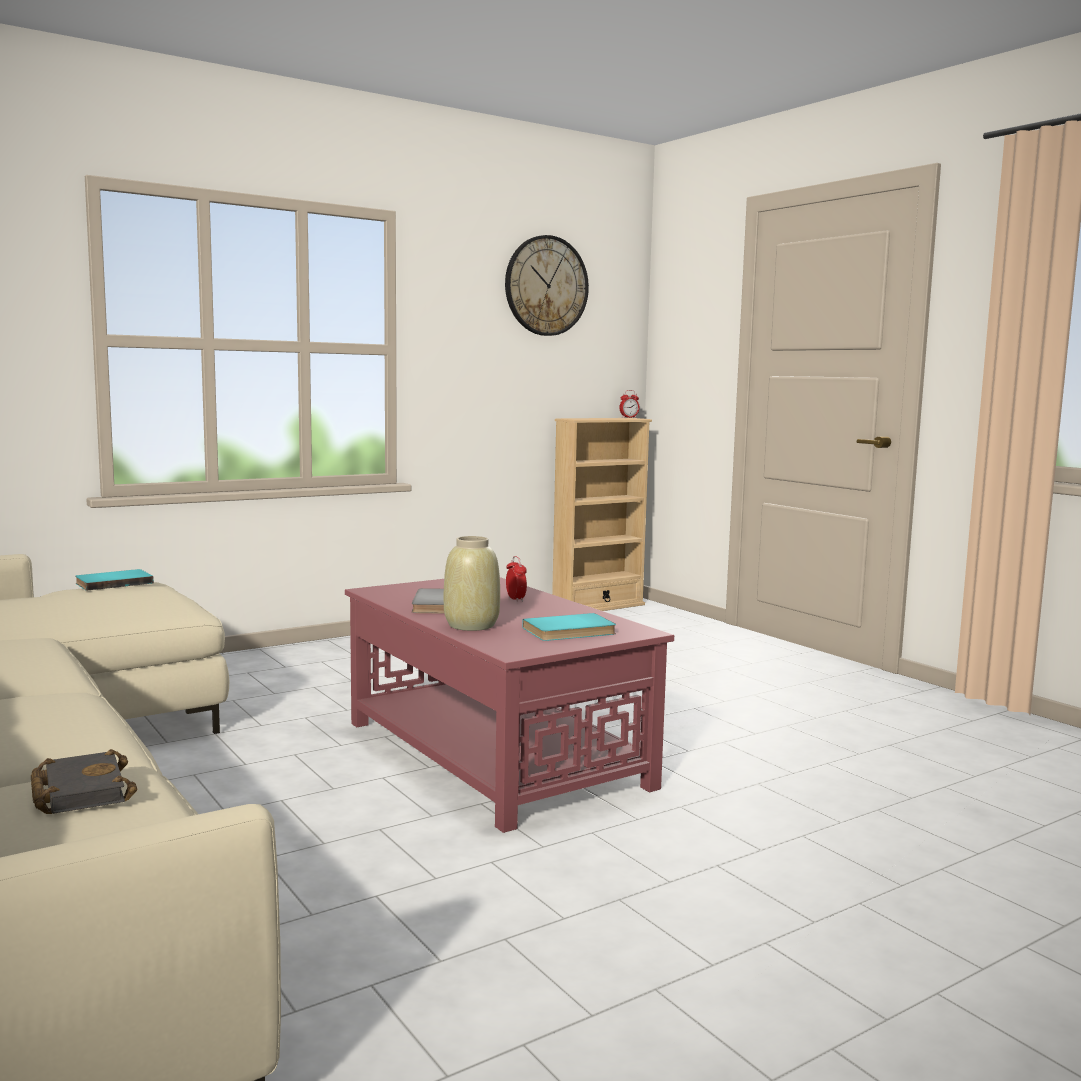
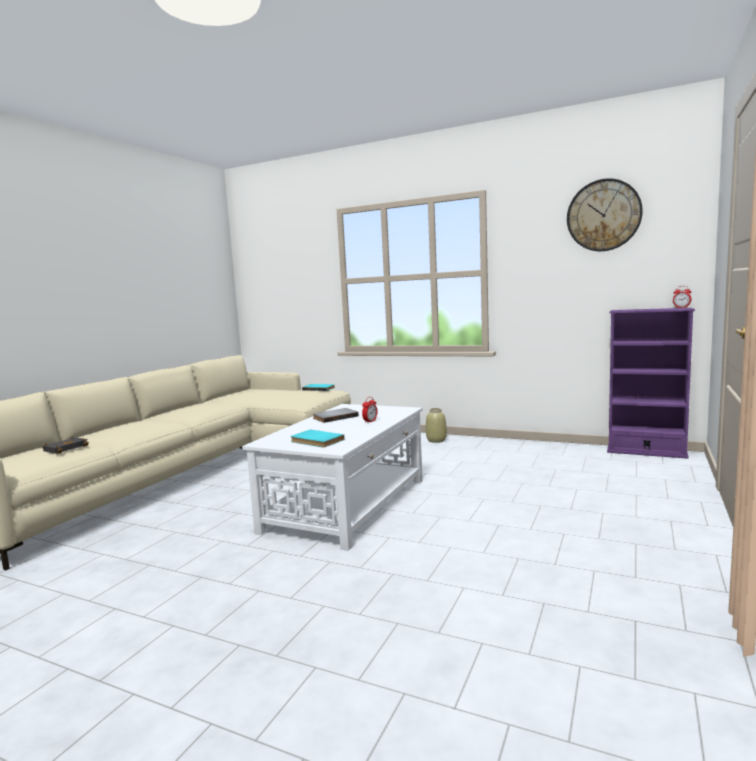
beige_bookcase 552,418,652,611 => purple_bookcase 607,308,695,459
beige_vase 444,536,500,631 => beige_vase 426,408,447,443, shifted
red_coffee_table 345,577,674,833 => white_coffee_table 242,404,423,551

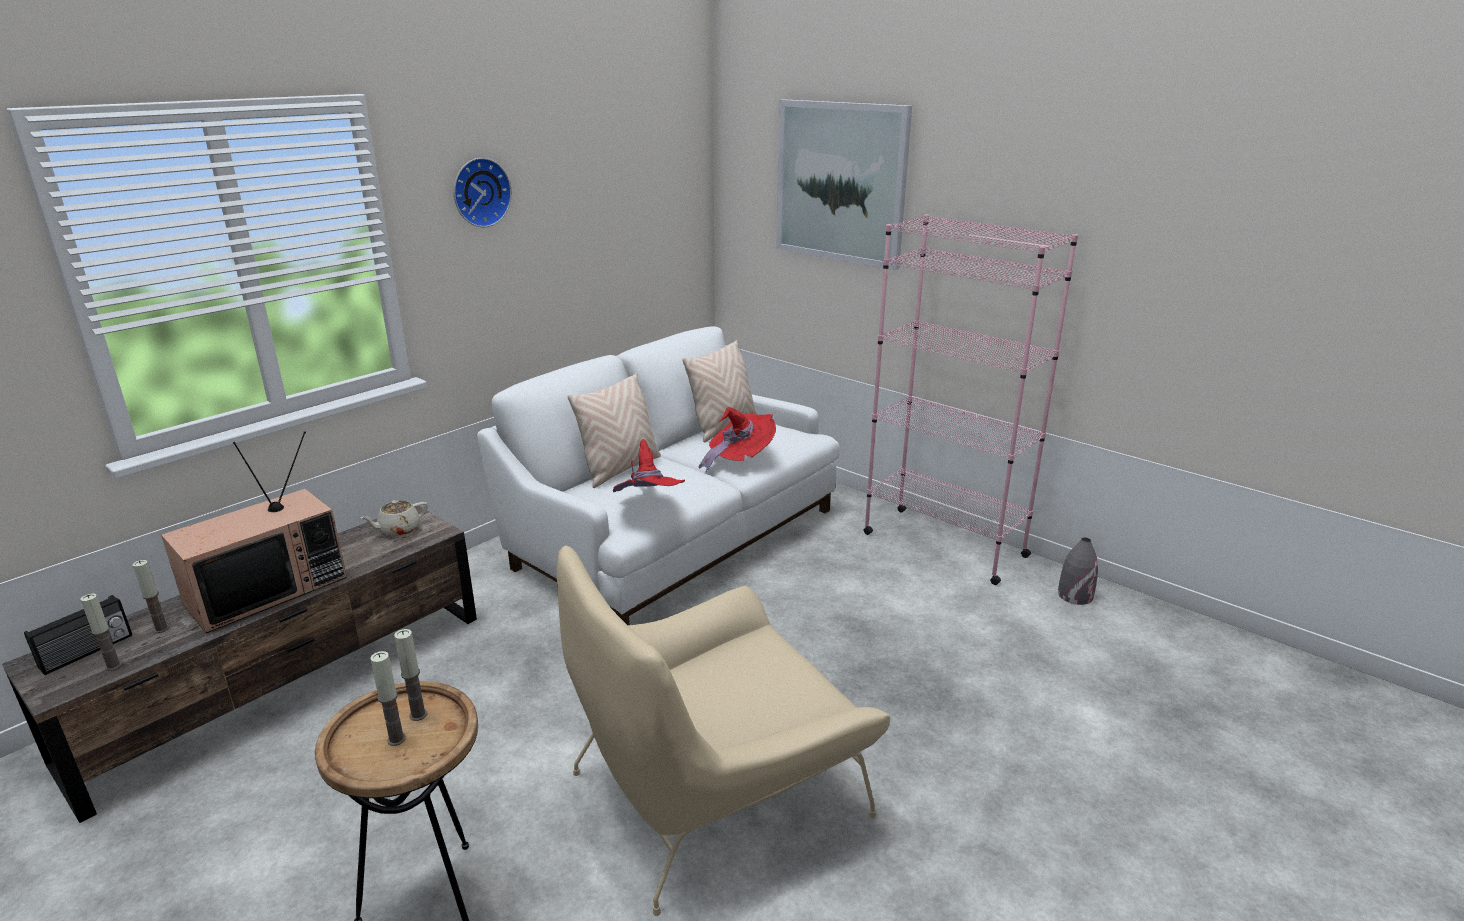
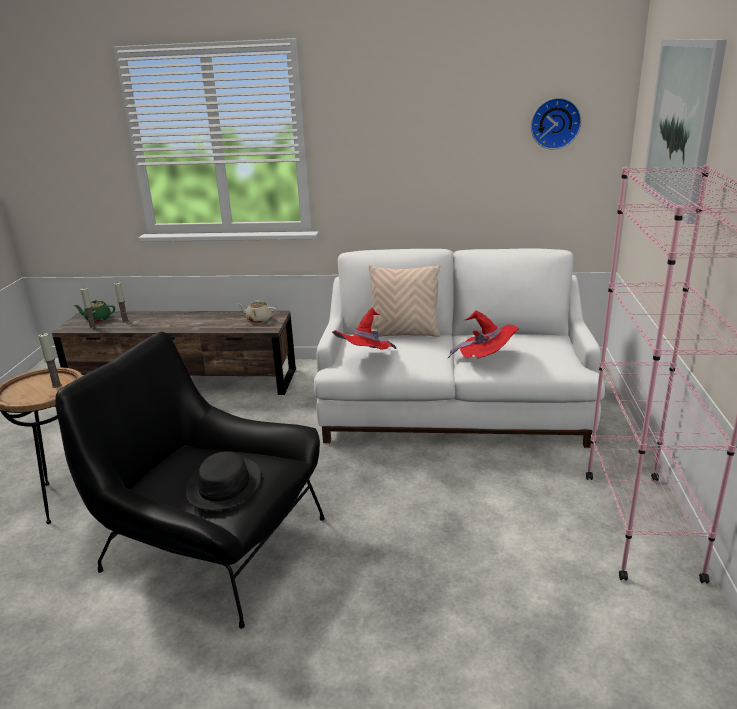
wall_clock 454,158,512,227 => wall_clock 531,98,581,150, shifted
beige_pillow 682,340,757,442 => nothing
television 161,431,347,633 => nothing
grey_vase 1058,538,1098,605 => nothing
beige_armchair 557,545,890,916 => black_armchair 55,332,325,629
radio 24,595,132,675 => green_teapot 74,300,115,322
candle 370,651,406,746 => nothing
nothing => black_hat 186,451,261,511

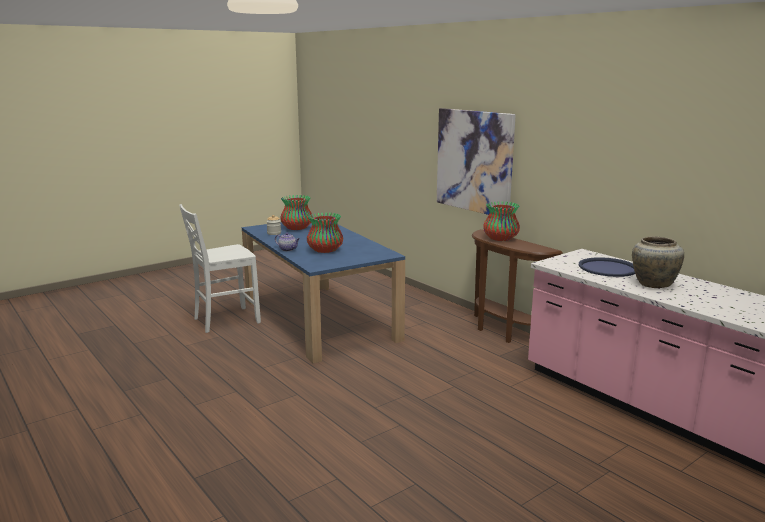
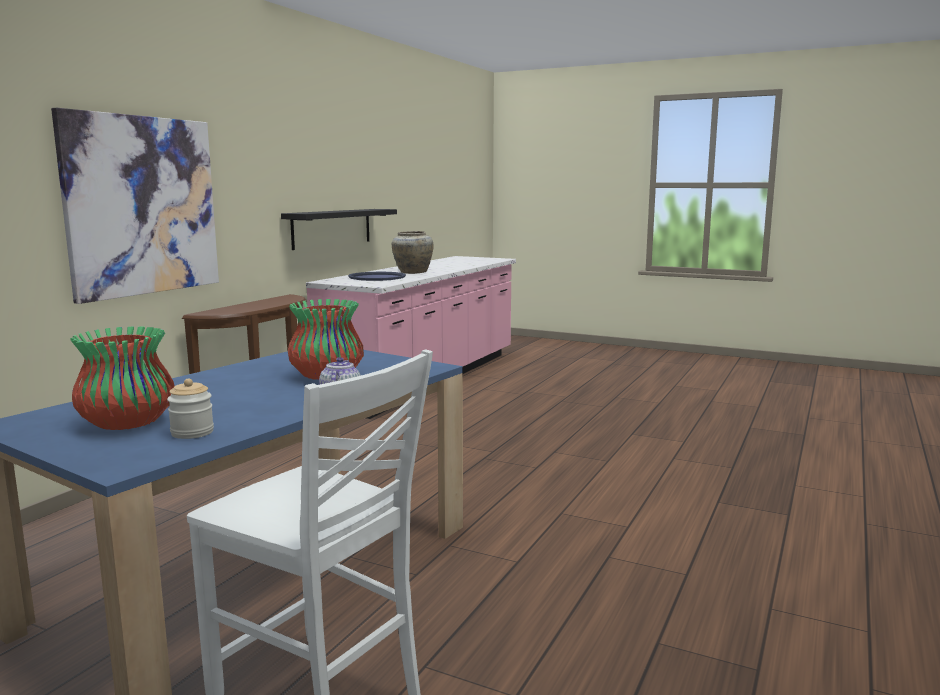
vase 483,201,520,241 => nothing
nothing => black_shelf 281,209,397,250

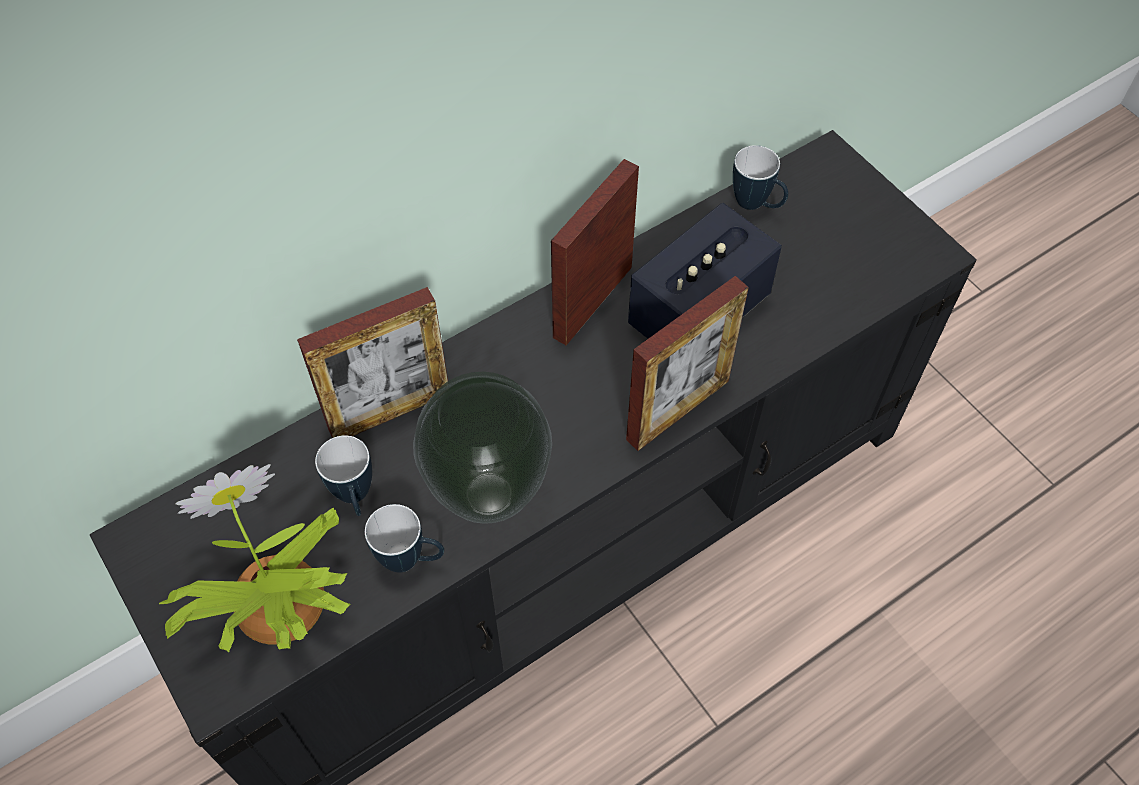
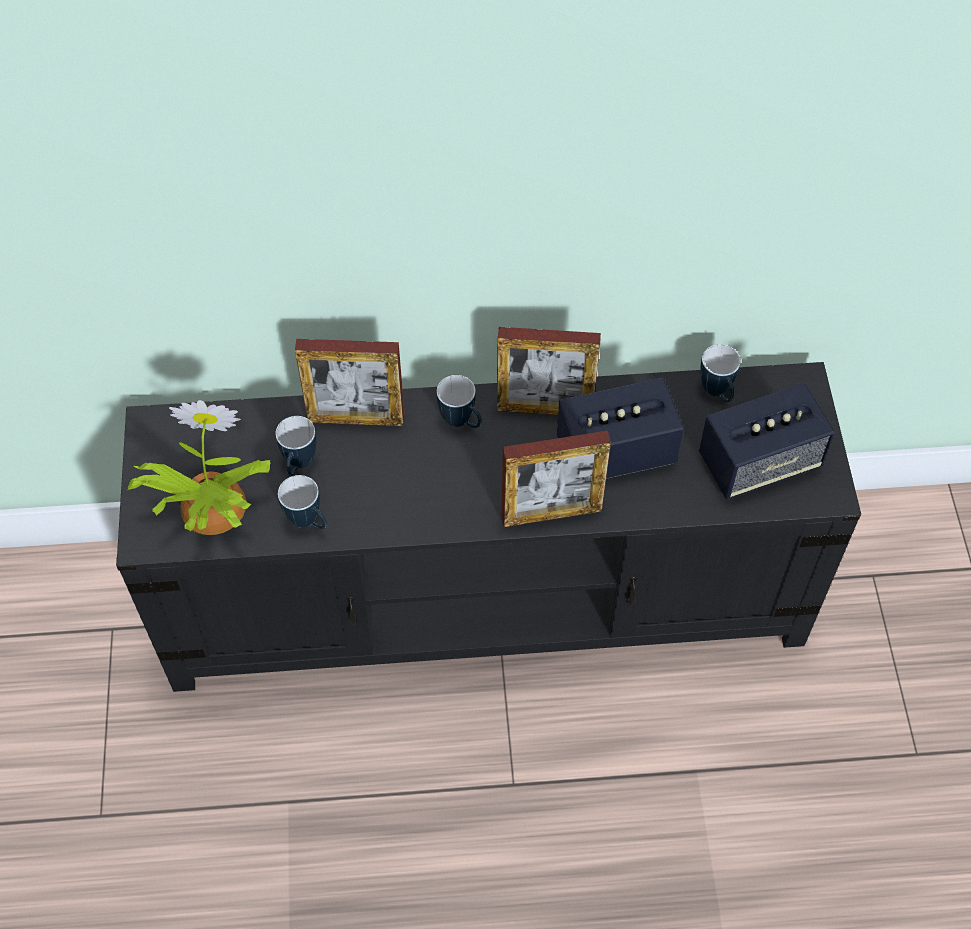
picture_frame 551,159,639,346 => picture_frame 497,327,601,415, 150 degrees counterclockwise
vase 413,372,552,524 => nothing
nothing => mug 437,375,482,428
nothing => speaker 699,383,835,500

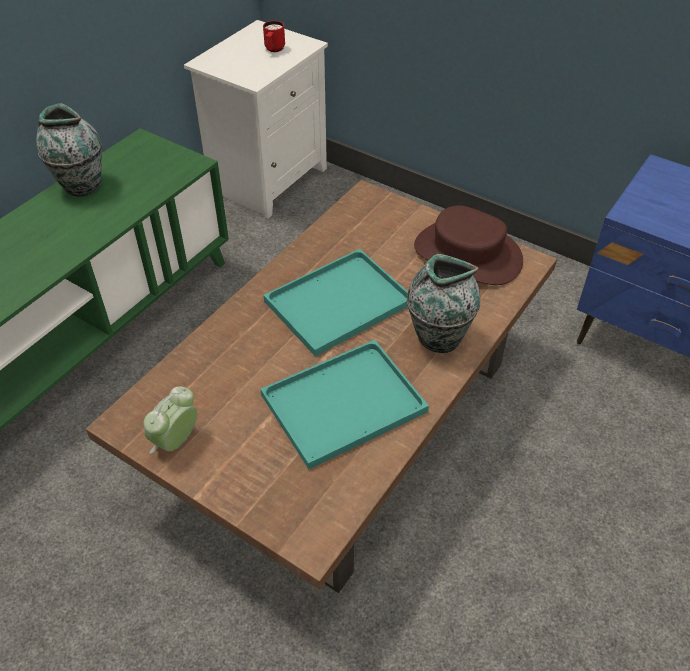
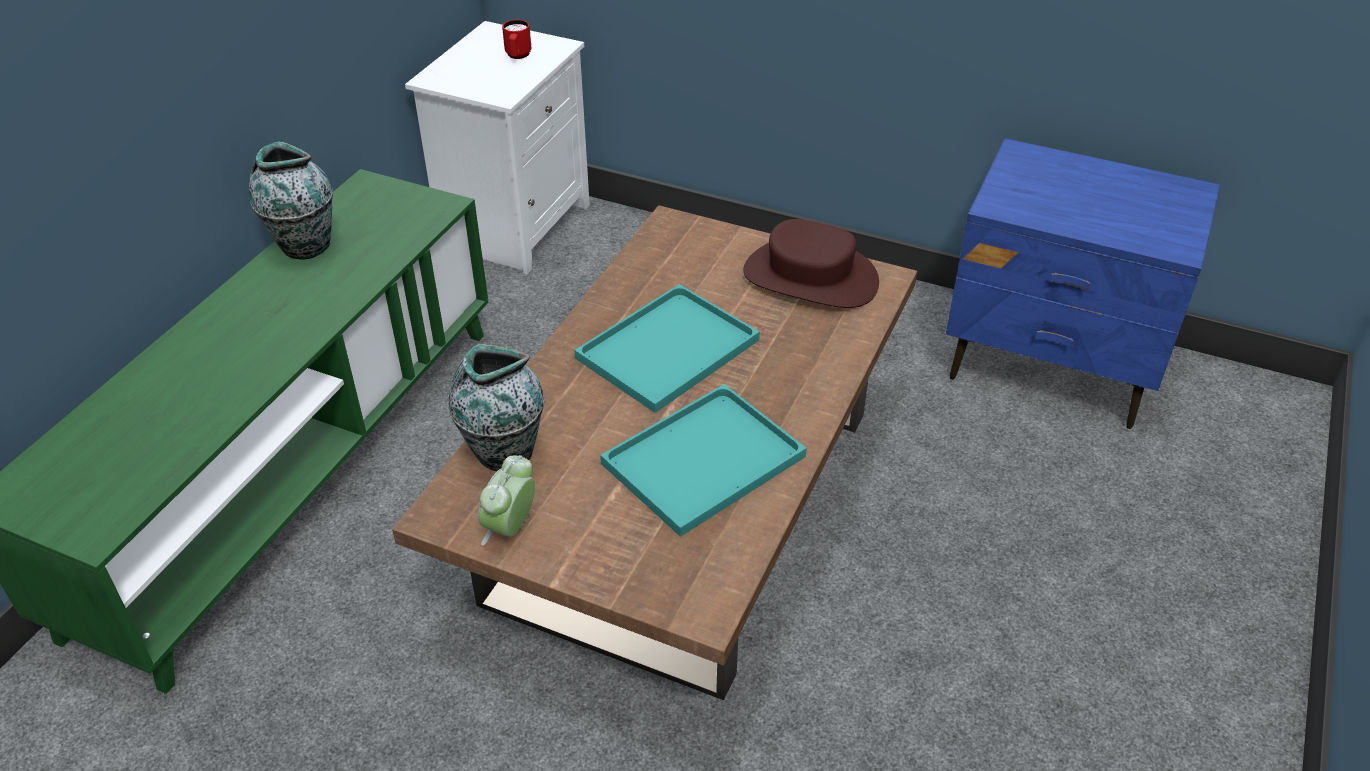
vase 407,254,480,353 => vase 449,344,544,471, shifted

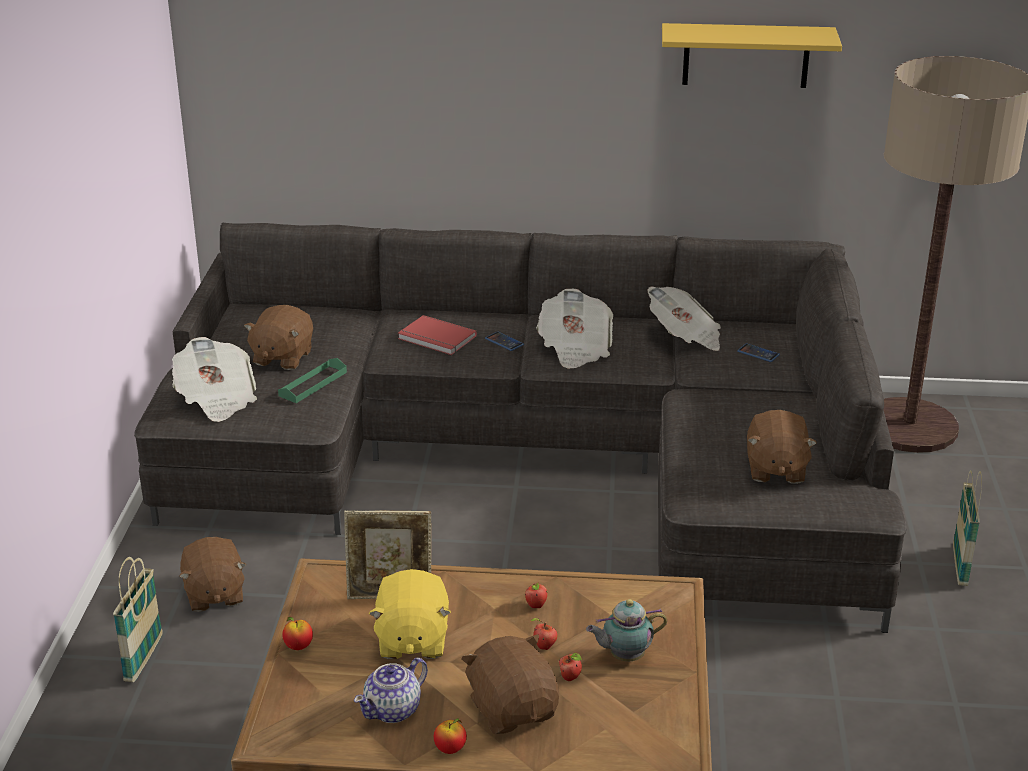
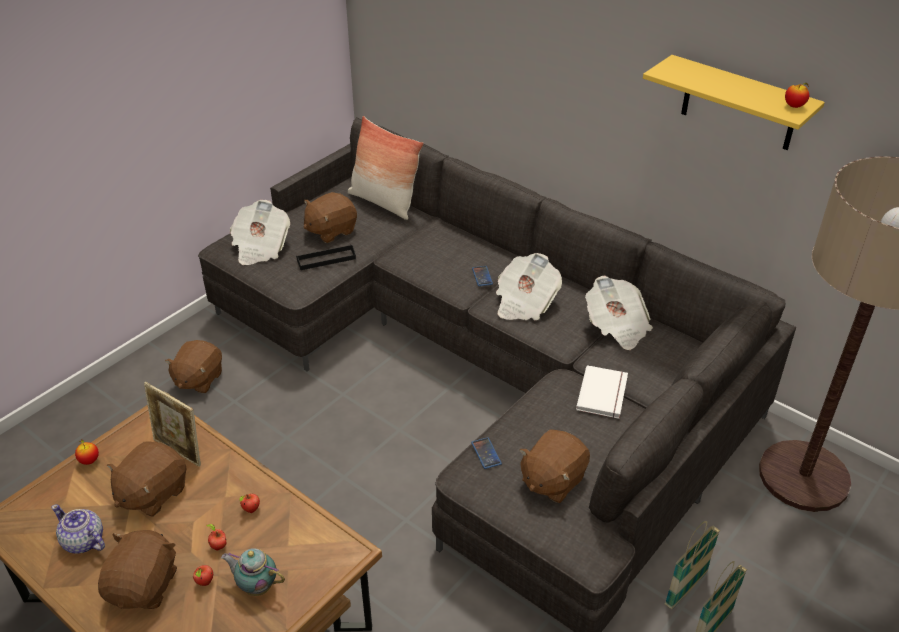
red_book 398,315,477,355 => nothing
phone 737,343,780,362 => phone 471,437,502,469, shifted
green_tray 278,358,347,403 => black_tray 296,245,356,270
basket 113,557,163,682 => basket 665,521,720,609, shifted
yellow_plush_toy 369,569,451,659 => brown_plush_toy 107,441,187,517
teapot 354,658,428,723 => teapot 52,504,105,554, 45 degrees clockwise
apple 434,718,467,754 => apple 785,83,809,108, shifted
nothing => pillow 348,116,424,220
nothing => white_book 576,365,628,419

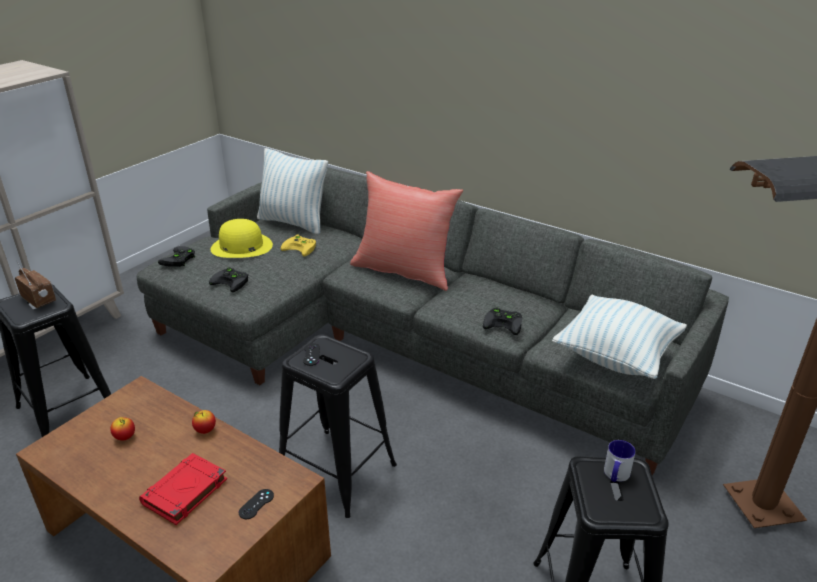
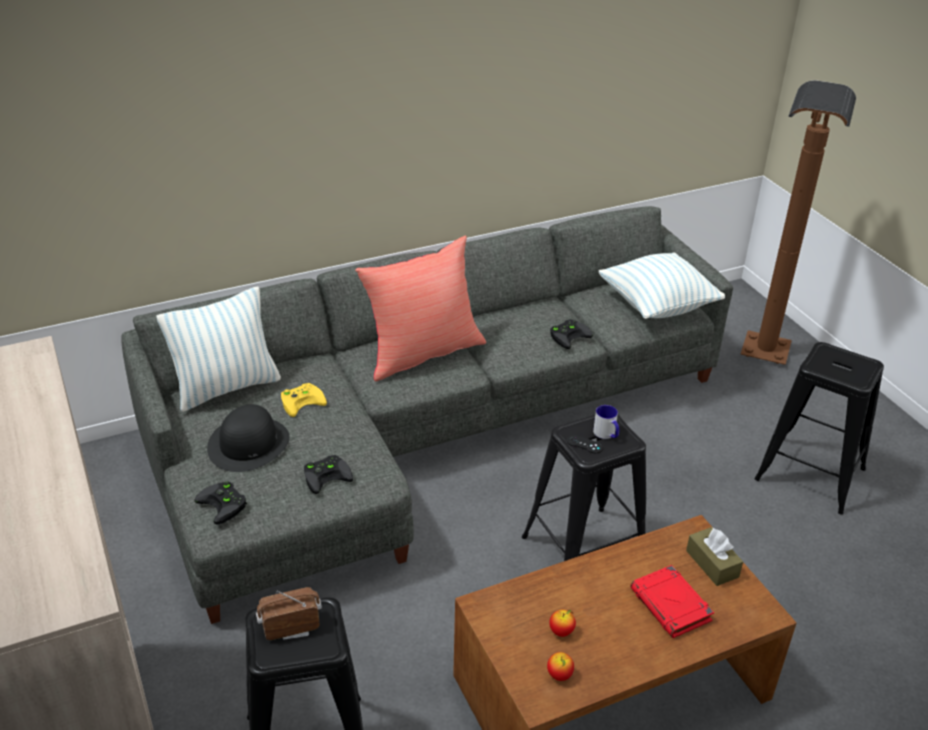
yellow_hat 211,219,273,258 => black_hat 207,404,290,472
apple 192,410,216,434 => apple 547,652,574,681, shifted
mug 604,440,635,482 => mug 593,405,619,439, shifted
black_game_controller 238,489,274,519 => brown_tissue_box 686,527,743,586

